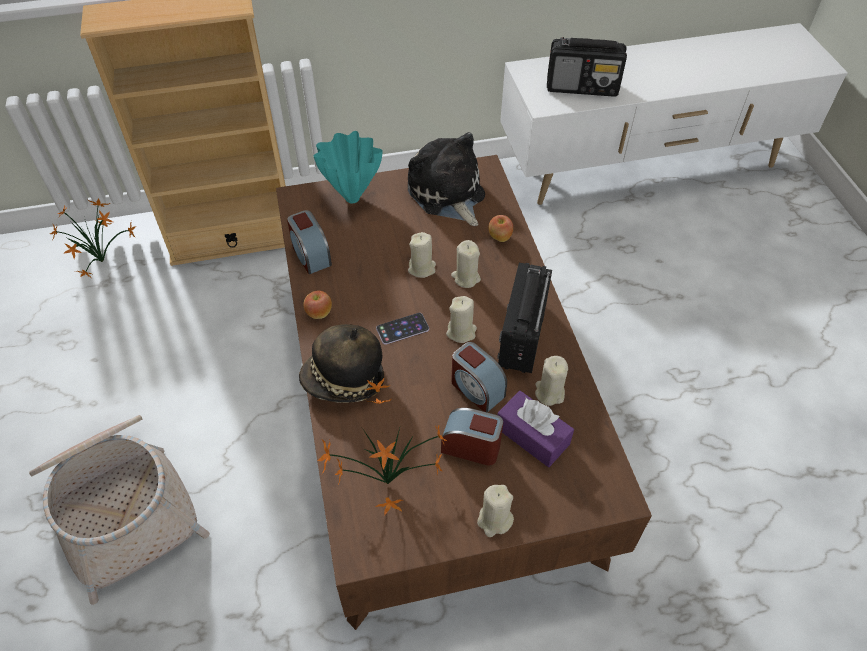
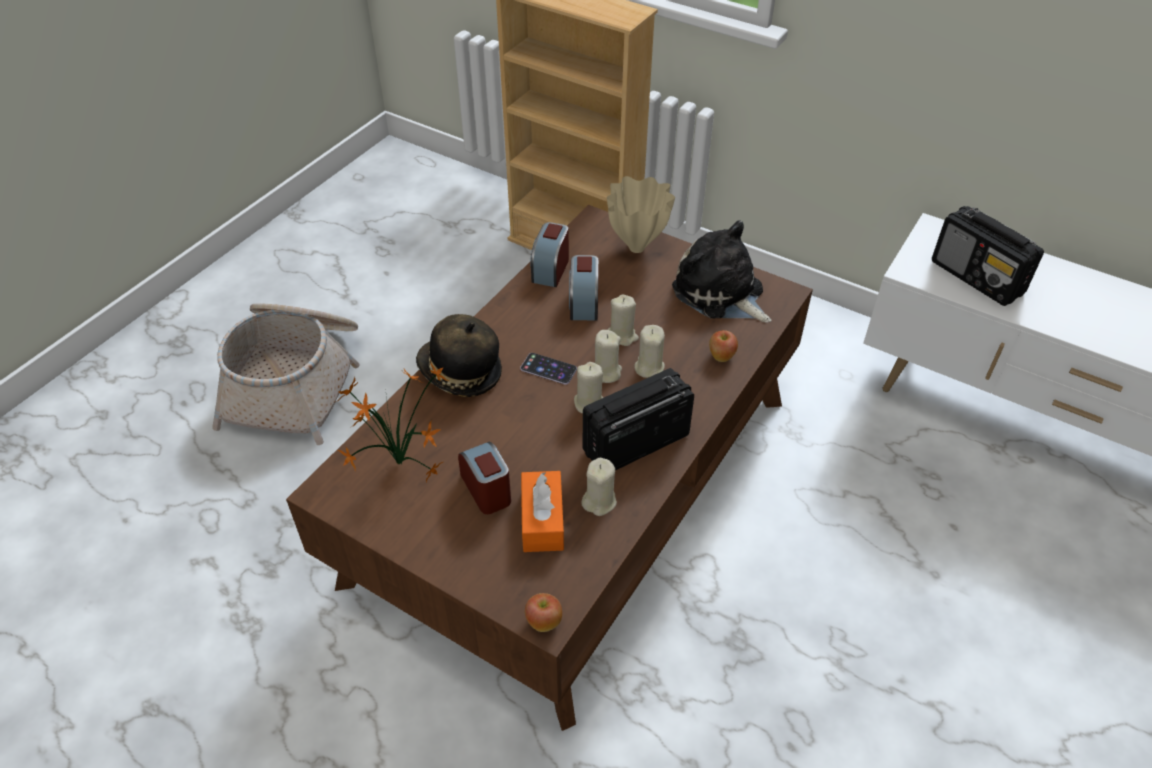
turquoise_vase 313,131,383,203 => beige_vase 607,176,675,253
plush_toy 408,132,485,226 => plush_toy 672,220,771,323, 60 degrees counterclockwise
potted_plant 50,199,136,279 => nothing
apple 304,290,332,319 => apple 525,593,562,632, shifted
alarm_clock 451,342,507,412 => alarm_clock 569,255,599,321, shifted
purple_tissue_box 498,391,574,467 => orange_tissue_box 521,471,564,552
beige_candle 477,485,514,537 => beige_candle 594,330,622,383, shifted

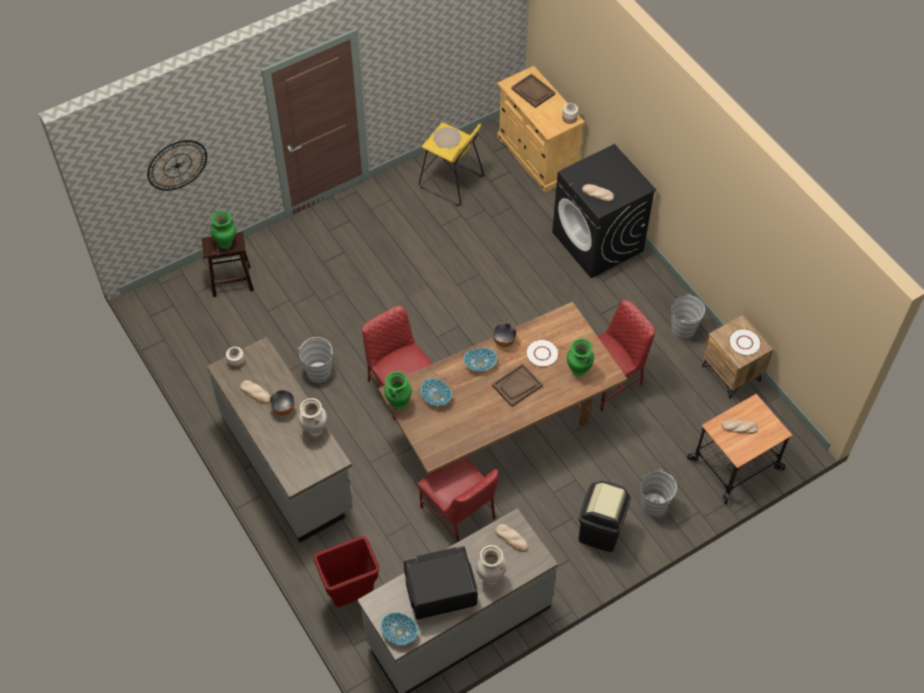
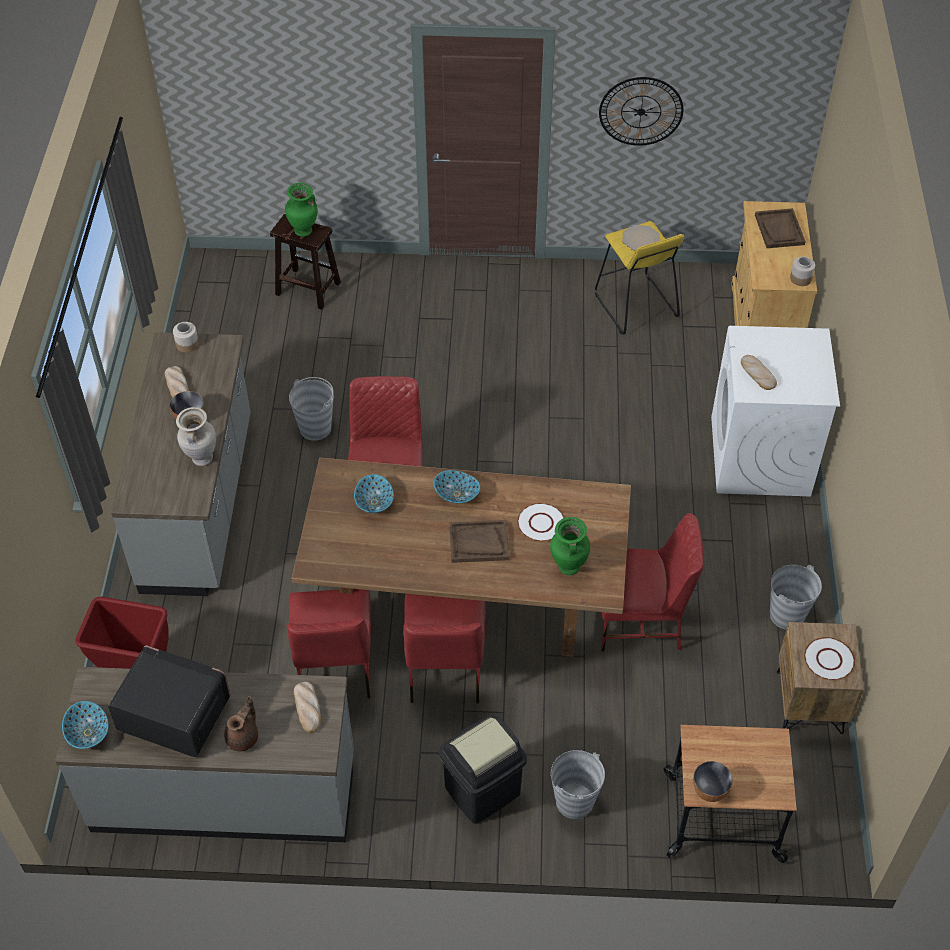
wall_clock 147,140,207,191 => wall_clock 599,77,683,146, shifted
black_washing_machine 552,144,656,278 => white_washing_machine 711,326,840,497
bowl 493,323,517,348 => bowl 693,761,733,802, shifted
green_vase 384,371,412,410 => nothing
bread 721,419,758,434 => nothing
beige_vase 476,545,506,585 => brown_teapot 224,696,258,752
nothing => red_chair 403,594,486,704

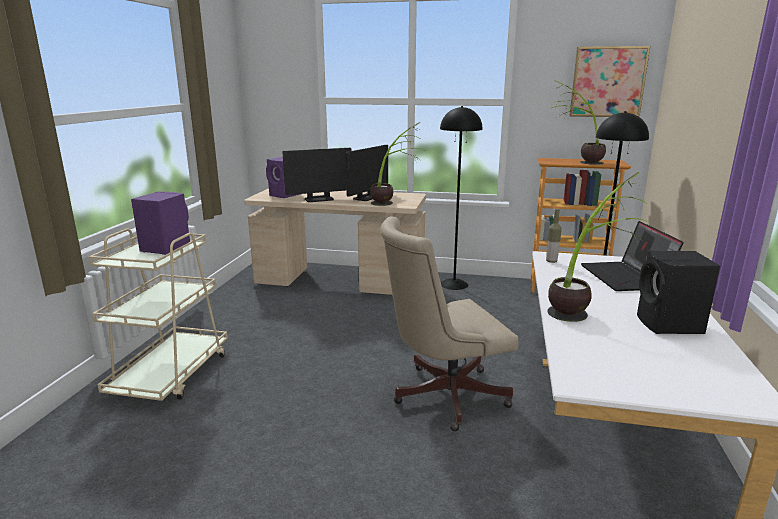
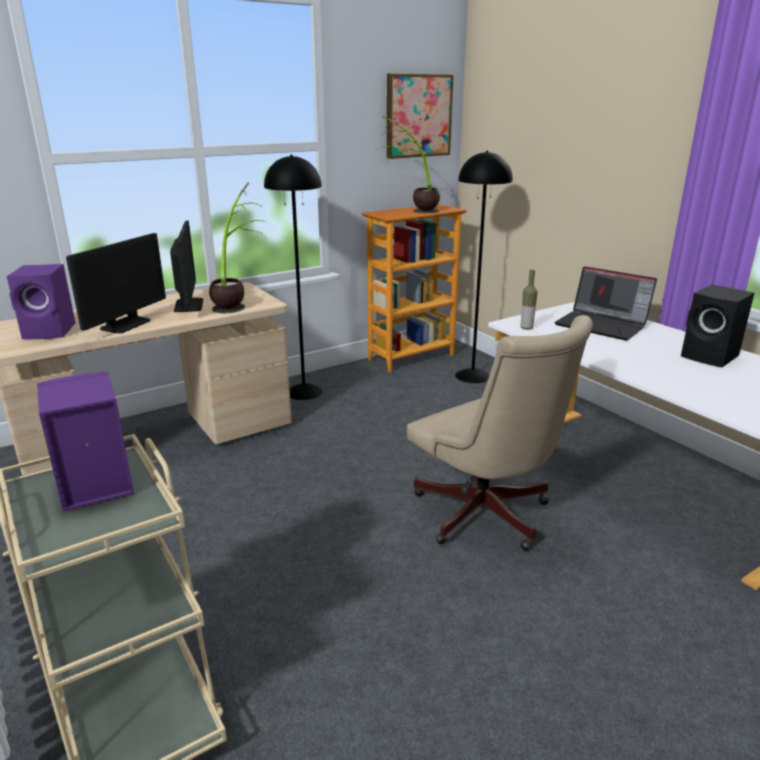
potted_plant 548,172,648,322 => nothing
beige_office_chair 380,216,518,431 => beige_office_chair 407,315,593,551, 60 degrees counterclockwise

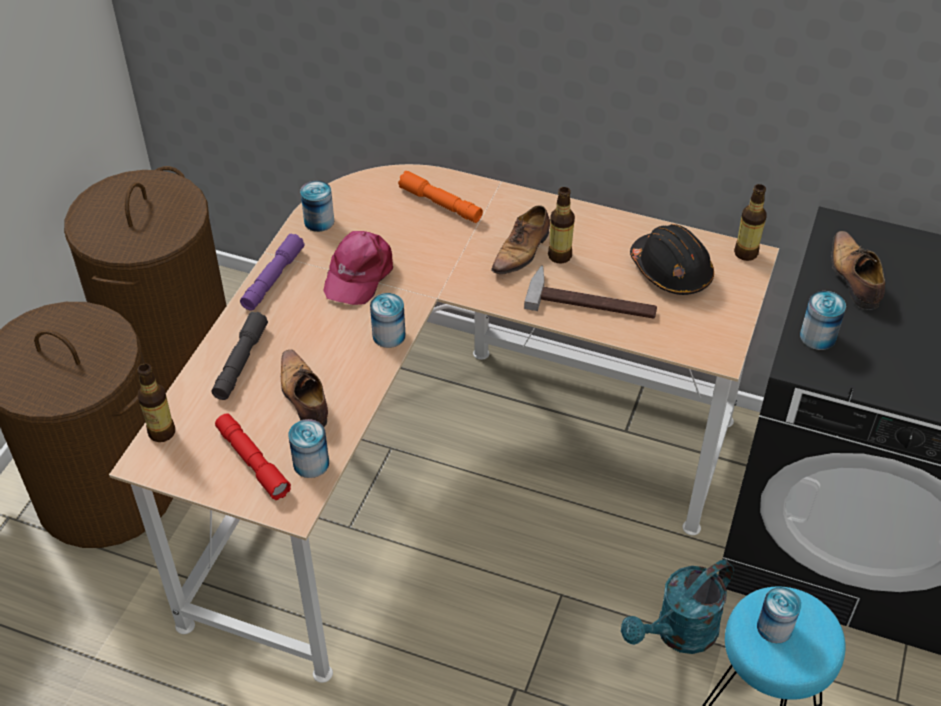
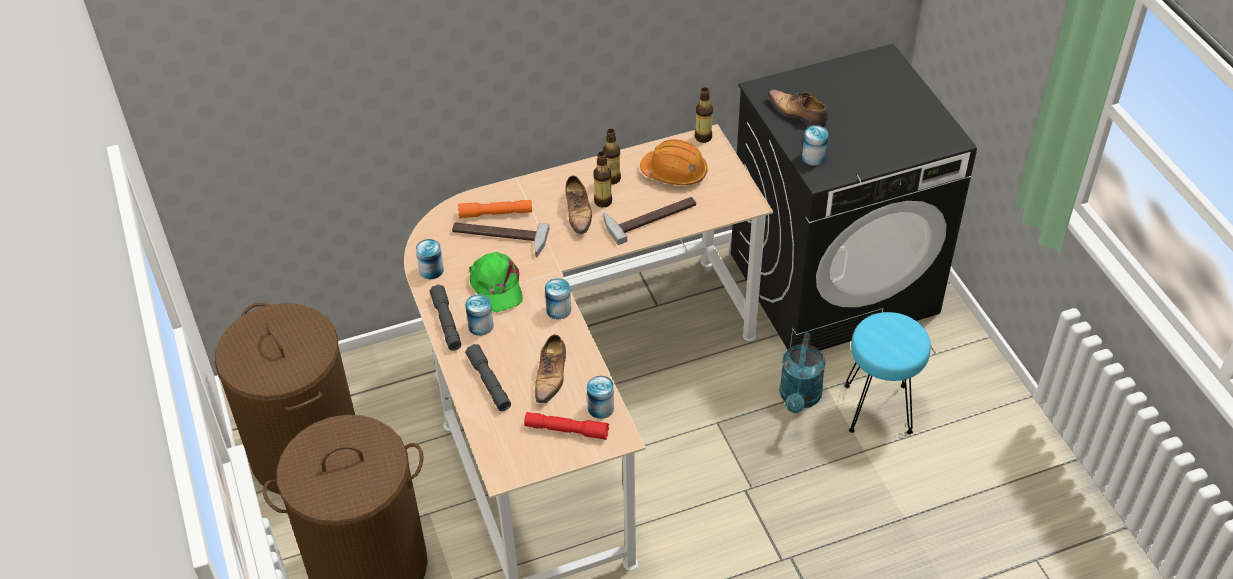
black_hard_hat 630,224,714,295 => orange_hard_hat 640,139,708,185
pink_cap 323,231,393,305 => green_cap 469,252,522,312
purple_flashlight 240,233,305,311 => grey_flashlight 429,285,461,351
shoe 281,349,328,427 => shoe 535,335,566,406, 105 degrees counterclockwise
bottle 137,364,175,442 => bottle 602,129,621,184, shifted
can 757,587,801,643 => can 465,294,493,336, shifted
nothing => hammer 452,222,549,257

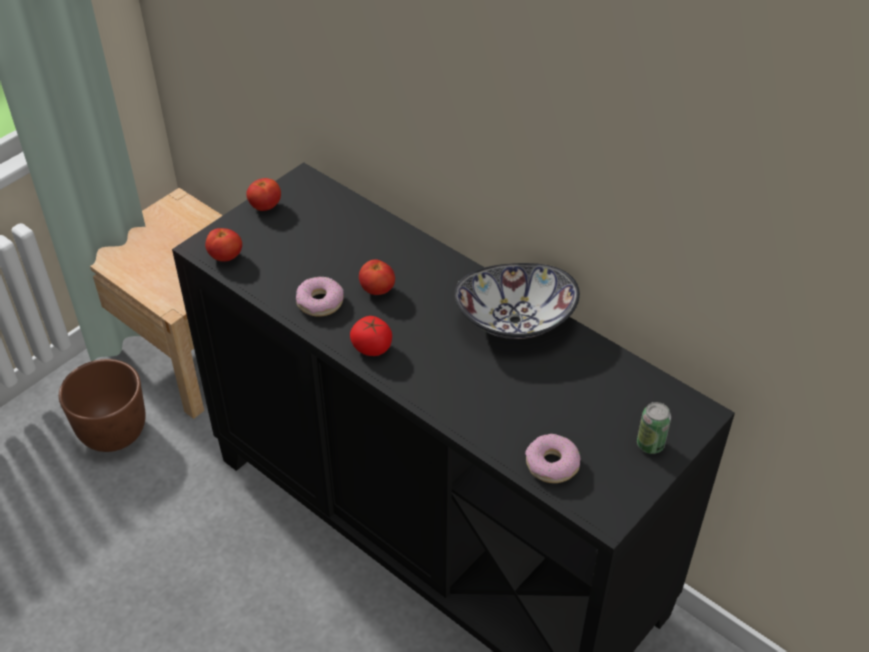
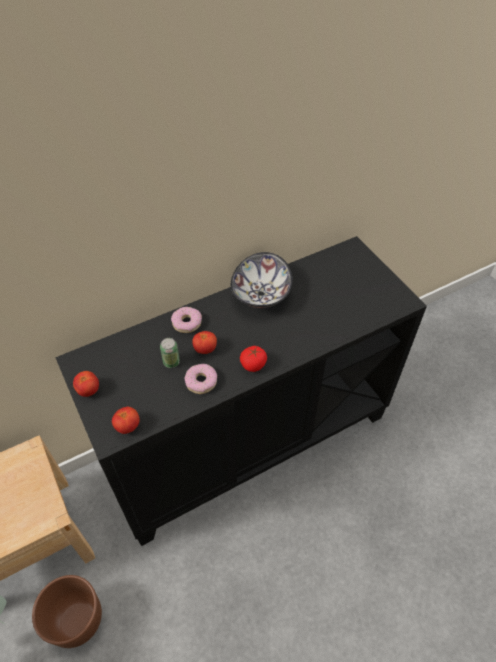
can 637,402,671,454 => can 160,338,180,368, shifted
donut 525,434,581,483 => donut 171,307,202,333, shifted

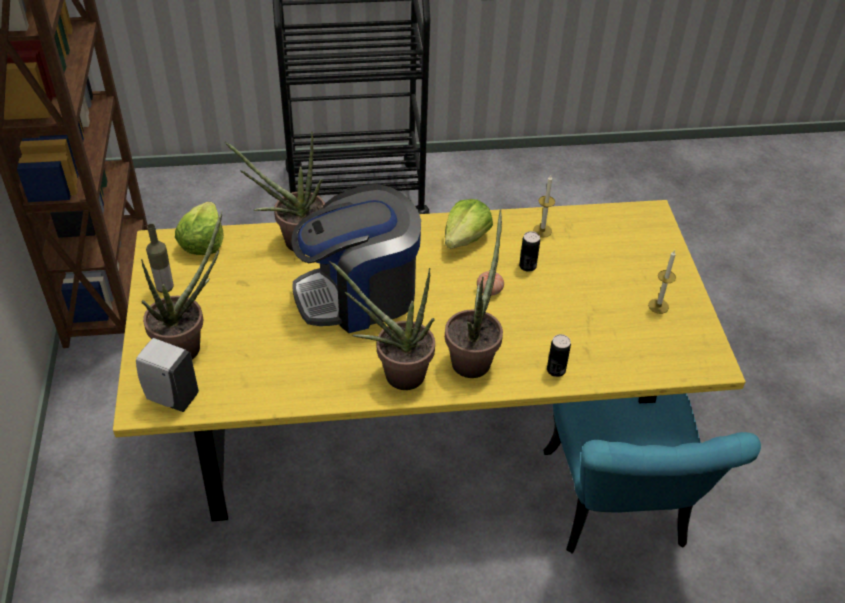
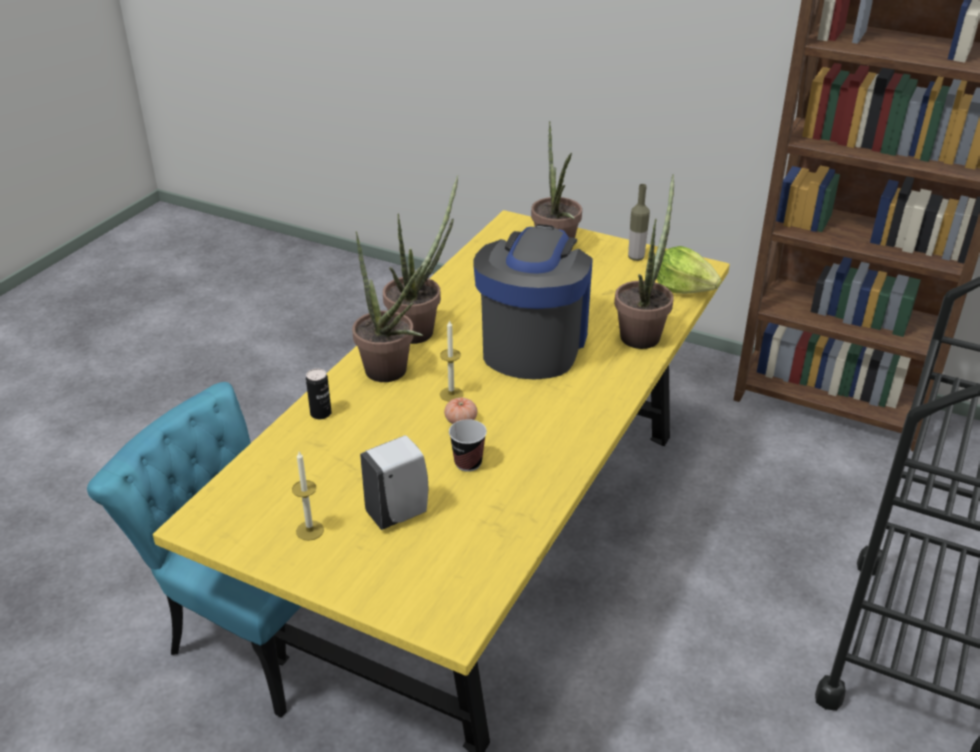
candle 533,175,555,238 => candle 440,320,463,402, shifted
lettuce 445,199,493,249 => nothing
can 519,231,540,272 => cup 449,419,487,472
white_soap_dispenser 136,338,199,412 => white_soap_dispenser 360,435,428,530, shifted

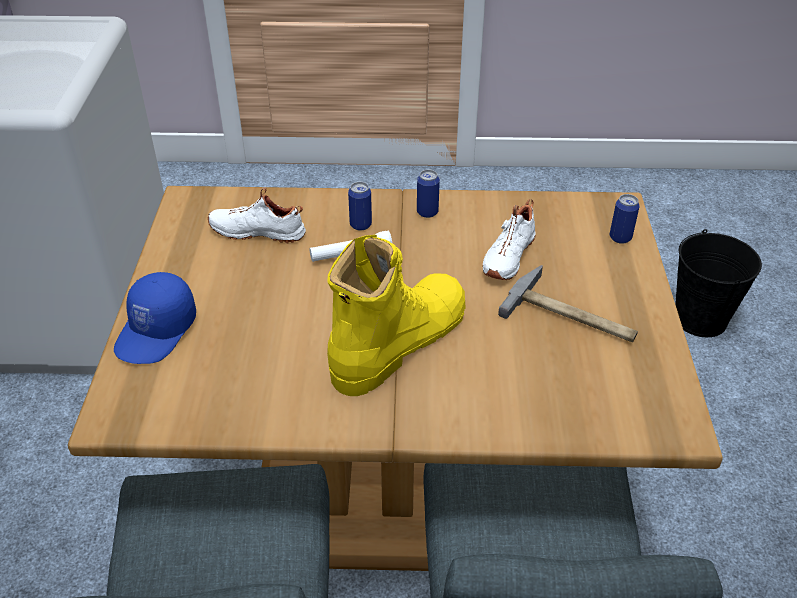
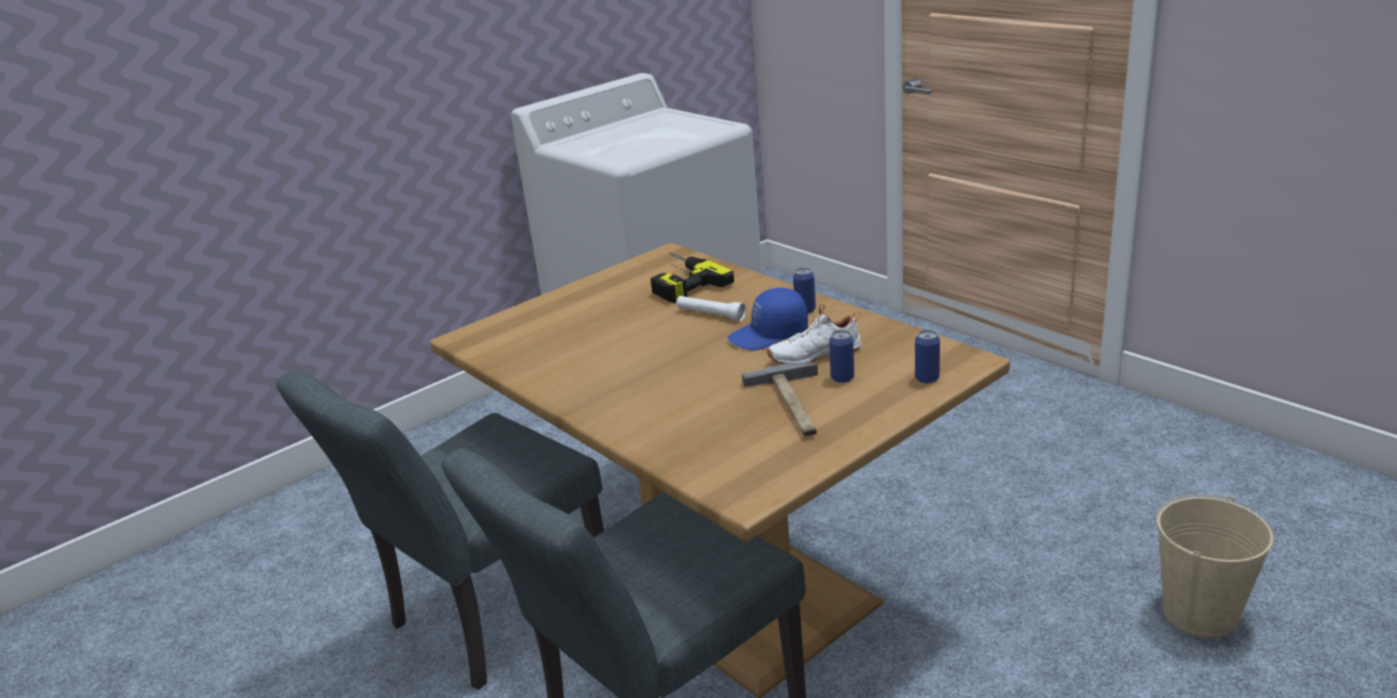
can 348,182,372,230 => can 829,330,854,383, shifted
white_shoe 208,188,306,243 => power_drill 651,253,734,303
black_bucket 675,229,762,337 => beige_bucket 1156,495,1273,639
yellow_boot 327,235,466,396 => nothing
blue_cap 114,272,196,364 => blue_cap 728,288,808,351, shifted

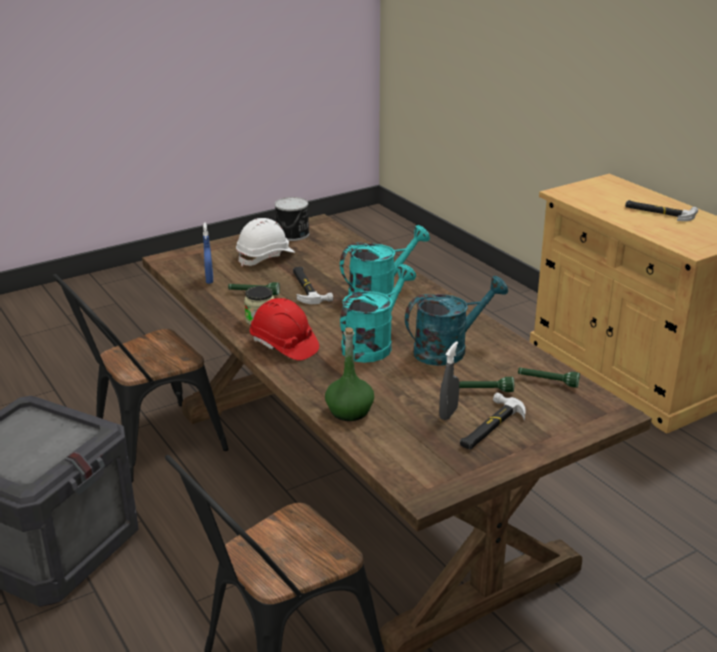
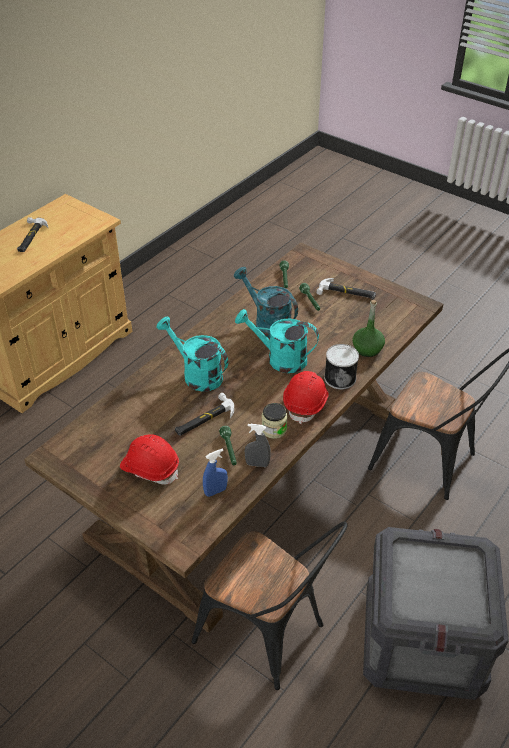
can 275,197,309,241 => can 324,344,359,389, shifted
white_hard_hat 236,218,295,267 => red_hard_hat 120,434,179,484
grey_spray_bottle 439,341,459,420 => grey_spray_bottle 245,424,271,467, shifted

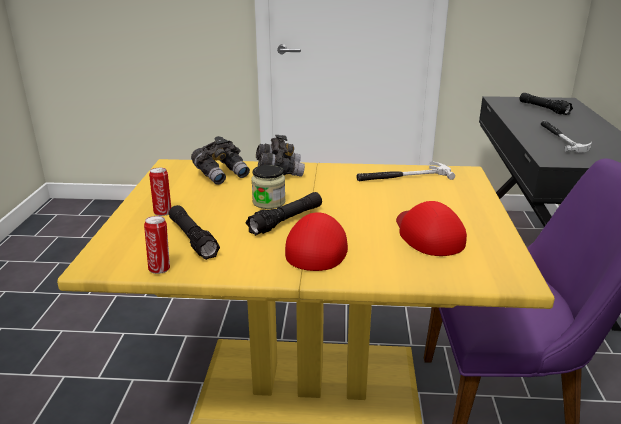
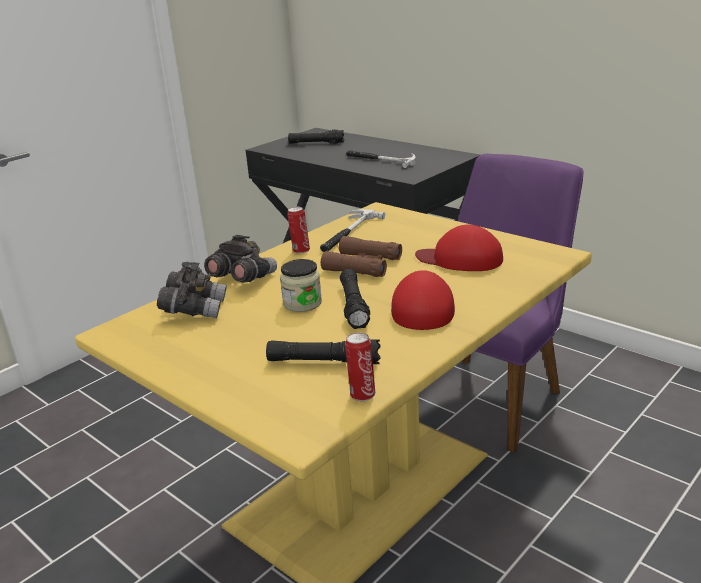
can 149,168,171,216 => can 287,207,310,254, shifted
red_cap 285,212,348,271 => red_cap 391,270,455,330, 45 degrees clockwise
nothing => brown_binoculars 321,236,402,277

